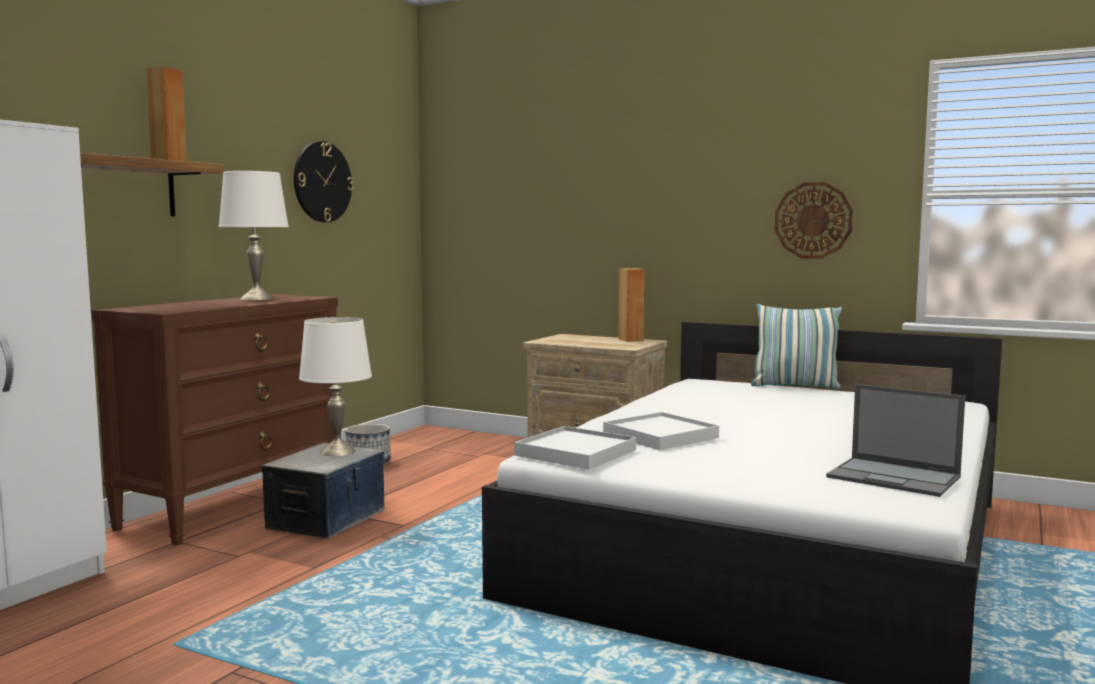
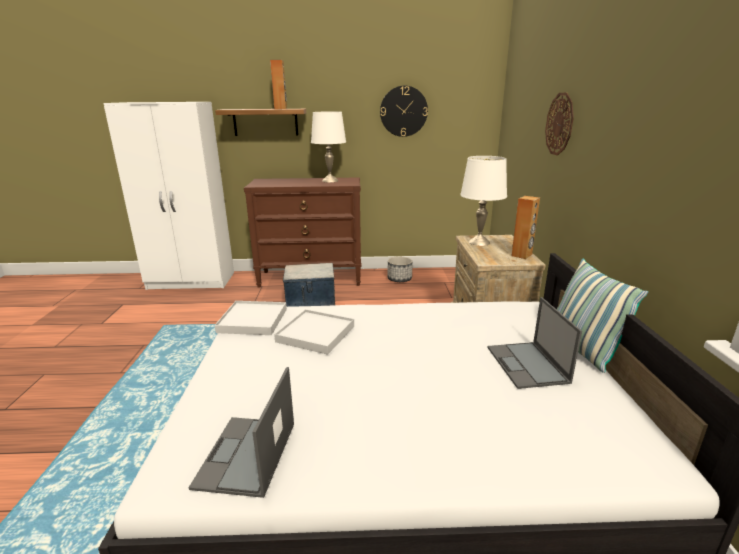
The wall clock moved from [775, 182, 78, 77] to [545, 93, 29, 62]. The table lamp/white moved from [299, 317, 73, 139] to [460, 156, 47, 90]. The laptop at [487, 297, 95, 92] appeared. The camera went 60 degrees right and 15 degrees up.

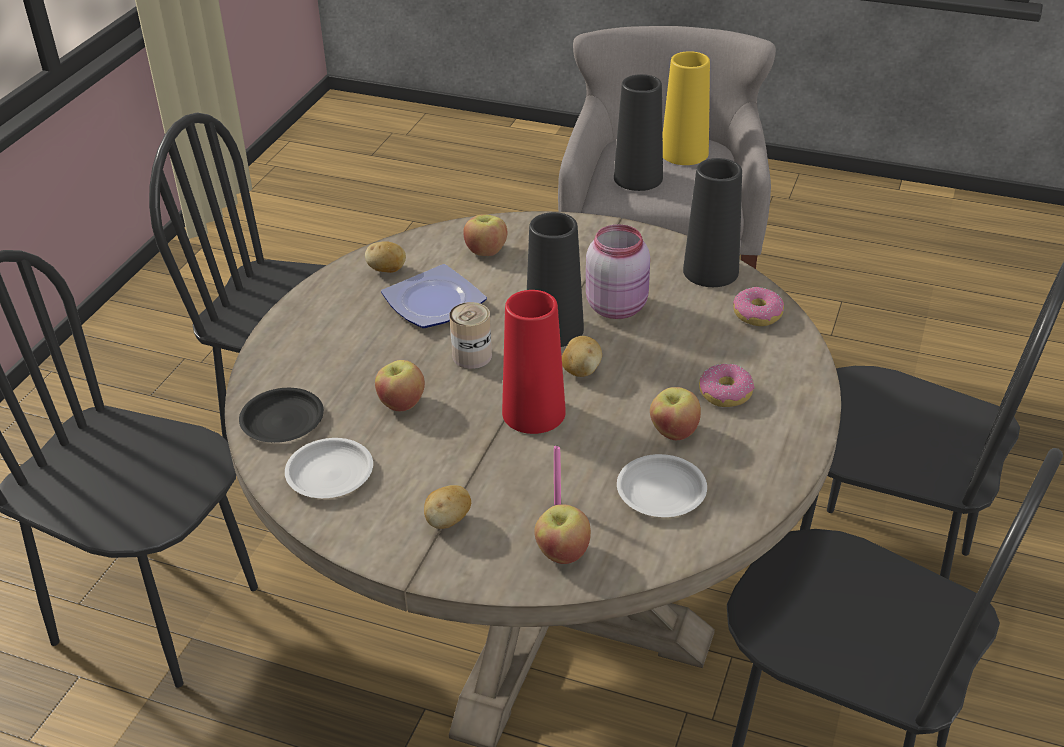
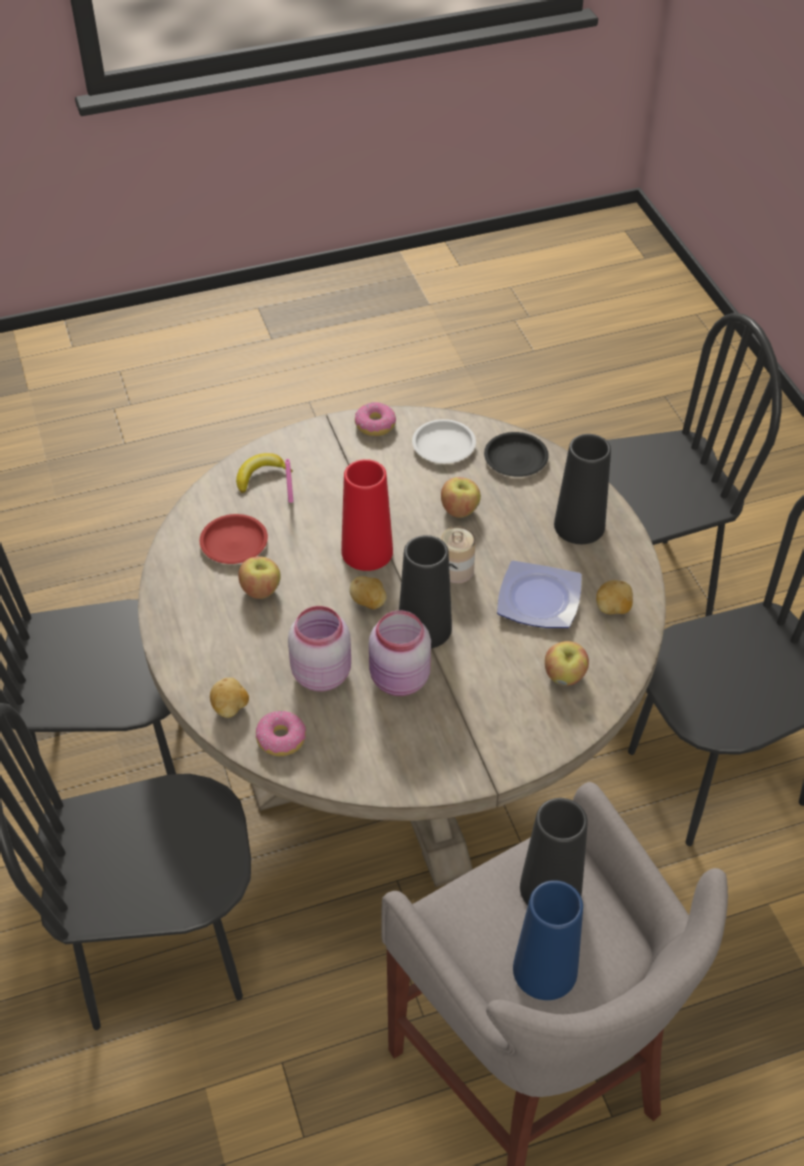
The vase/yellow at [663, 51, 47, 114] became the vase/blue at [513, 880, 70, 120]. The vase/black moved from [683, 158, 59, 129] to [554, 434, 57, 110]. The donut moved from [699, 364, 56, 43] to [355, 402, 41, 34]. The plate/white at [617, 454, 90, 63] became the plate/red at [200, 514, 68, 50]. The potato moved from [424, 485, 47, 44] to [210, 677, 39, 41]. The apple at [534, 504, 57, 60] was replaced by the banana at [236, 453, 57, 40]. The jar/pink at [288, 606, 63, 85] appeared. The camera went 140 degrees right and 10 degrees up.

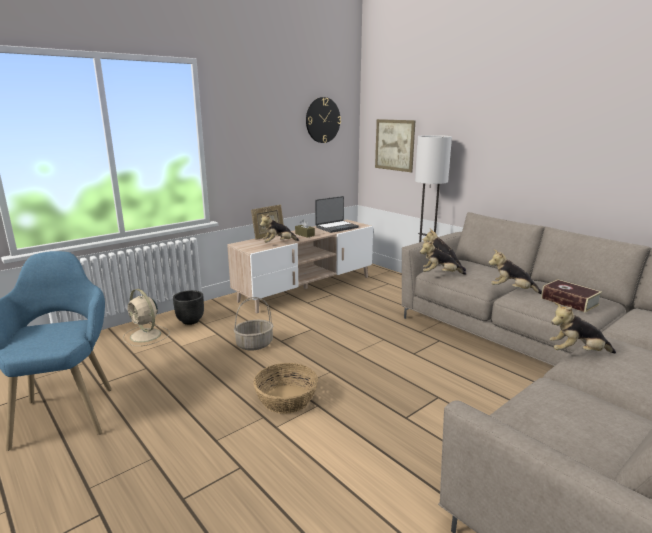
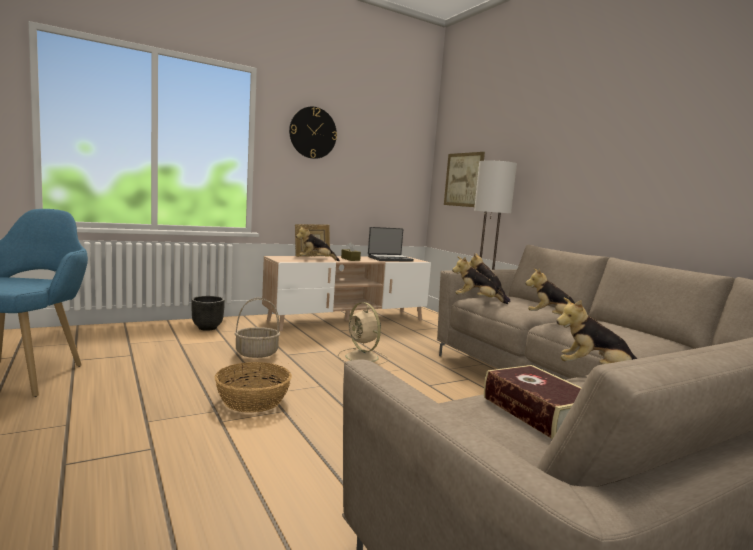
The wall clock moved from [306, 97, 35, 46] to [289, 106, 48, 53]. The book moved from [541, 279, 61, 34] to [484, 365, 98, 74]. The fan/beige moved from [123, 289, 47, 57] to [338, 302, 50, 63]. The camera went 10 degrees right and 10 degrees down.

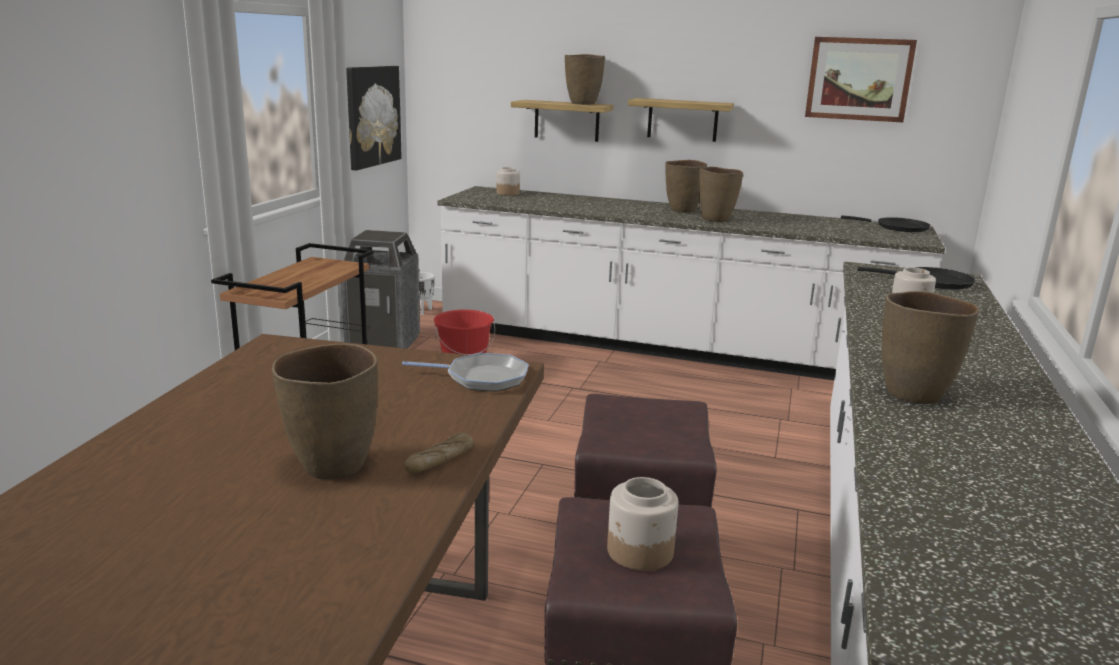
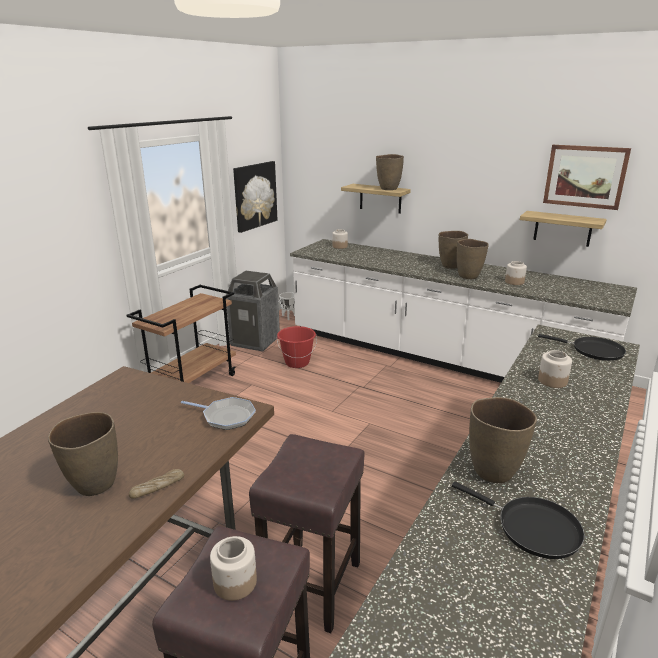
The shelf moved from [628, 98, 106, 44] to [520, 211, 87, 36]. The frying pan/black moved from [841, 216, 89, 16] to [452, 482, 133, 77]. The jar at [505, 261, 22, 24] appeared. The camera went 15 degrees right and 5 degrees up.

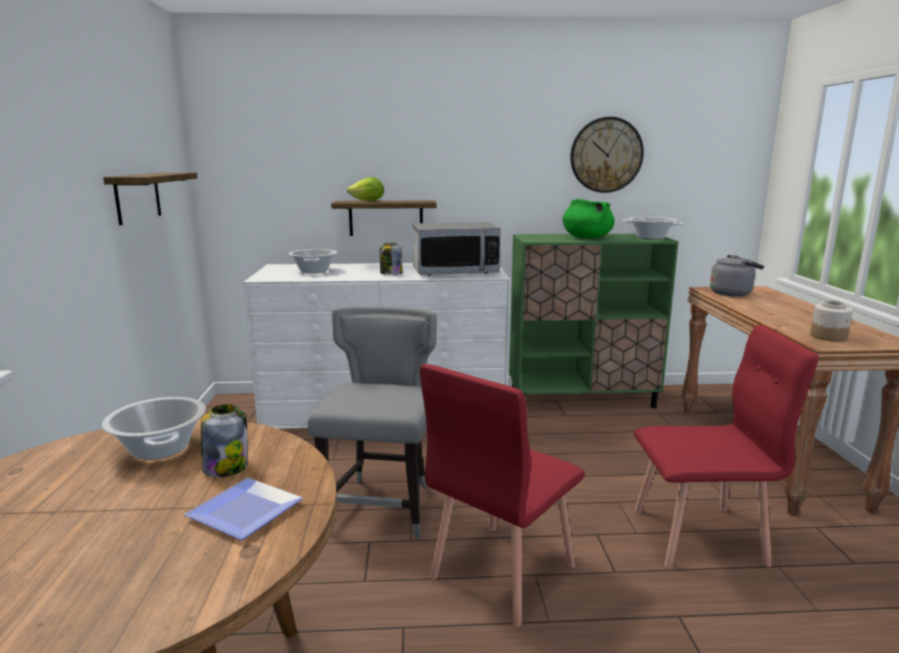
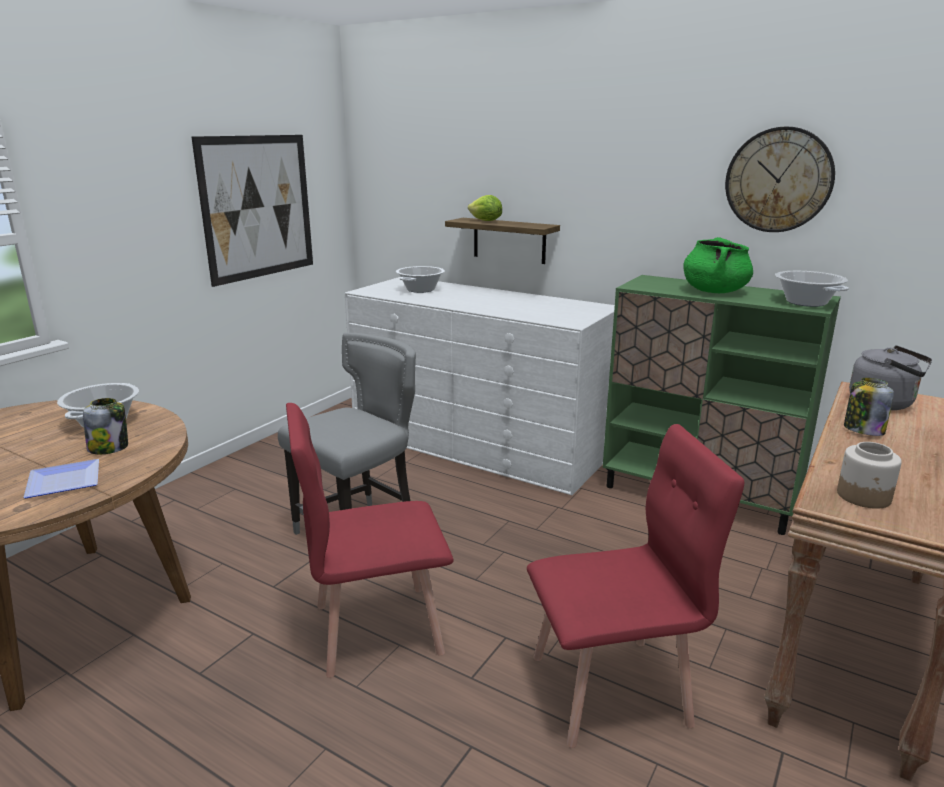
The shelf at [103, 172, 95, 53] was replaced by the picture at [191, 135, 122, 152]. The microwave at [412, 222, 89, 54] disappeared. The jar moved from [380, 243, 22, 32] to [844, 378, 50, 58]. The chair/red at [634, 325, 185, 243] turned 45 degrees counterclockwise. The camera went 35 degrees right and 5 degrees up.

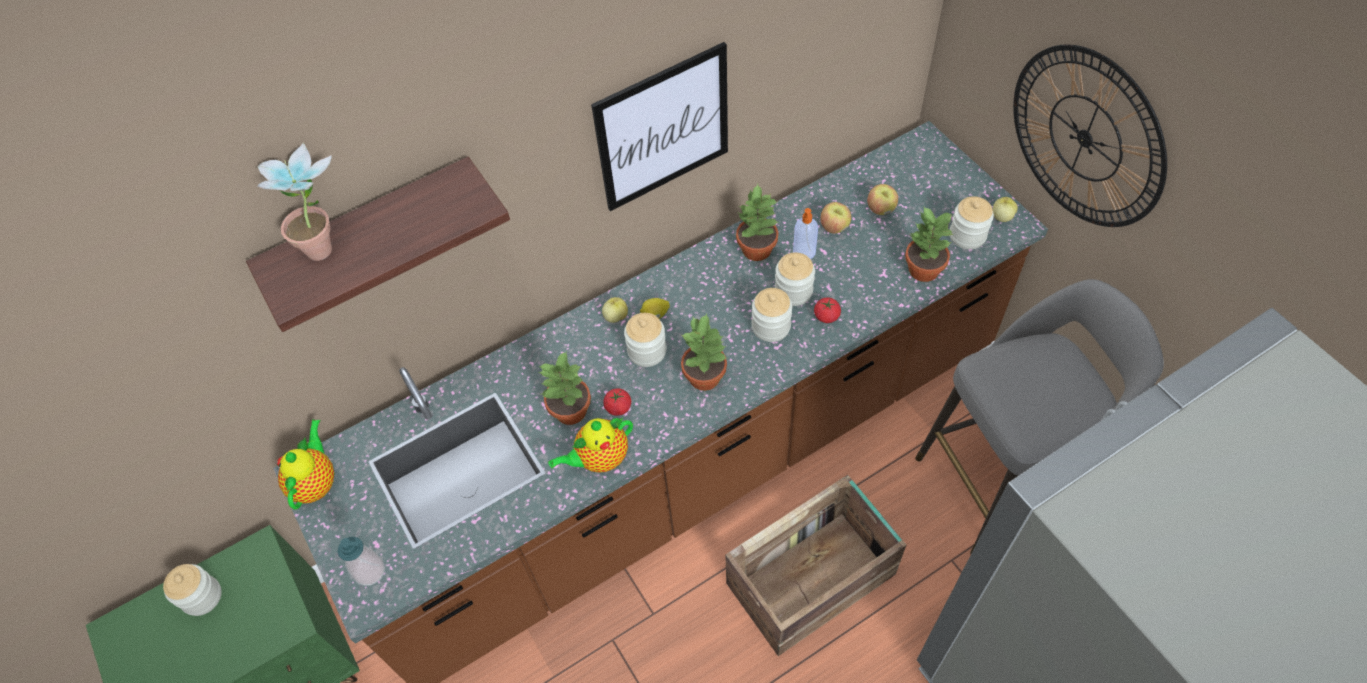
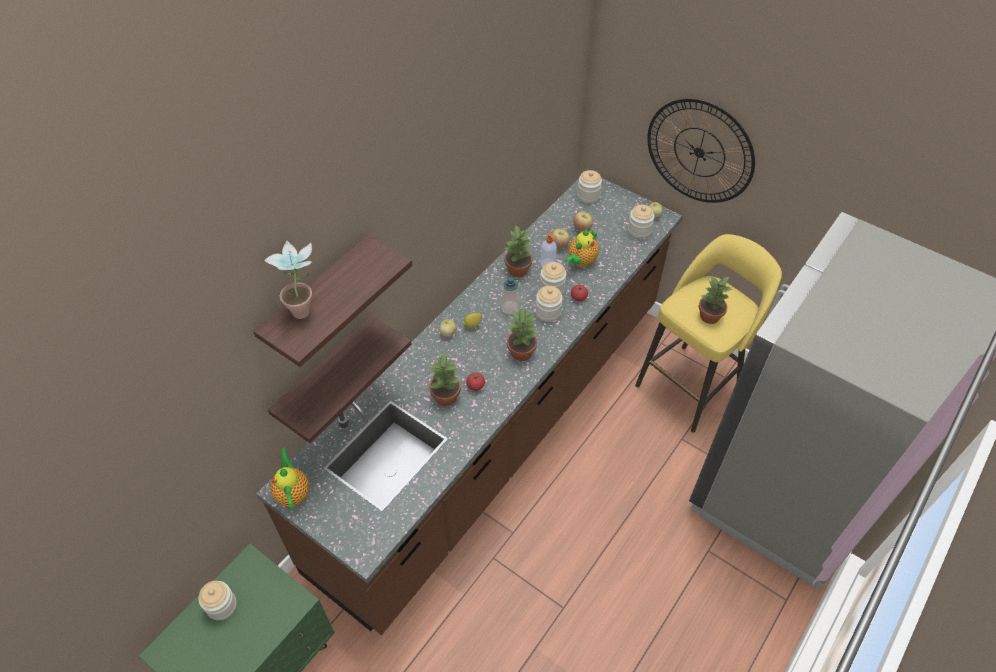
The picture at [591, 42, 137, 169] disappeared. The potted plant moved from [905, 207, 49, 75] to [698, 276, 34, 48]. The stool/grey at [915, 279, 249, 275] became the stool/yellow at [635, 234, 147, 198]. The jar moved from [624, 313, 43, 54] to [577, 170, 25, 33]. The teapot moved from [548, 418, 85, 55] to [565, 230, 34, 37]. The crate at [725, 475, 181, 181] disappeared. The soap dispenser moved from [338, 537, 47, 49] to [501, 277, 19, 38]. The shelf at [268, 315, 144, 128] appeared. The camera went 25 degrees left and 5 degrees down.

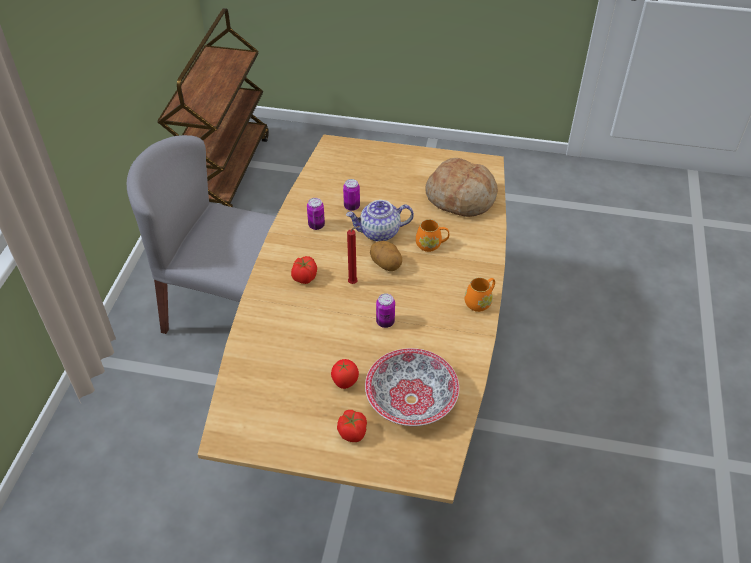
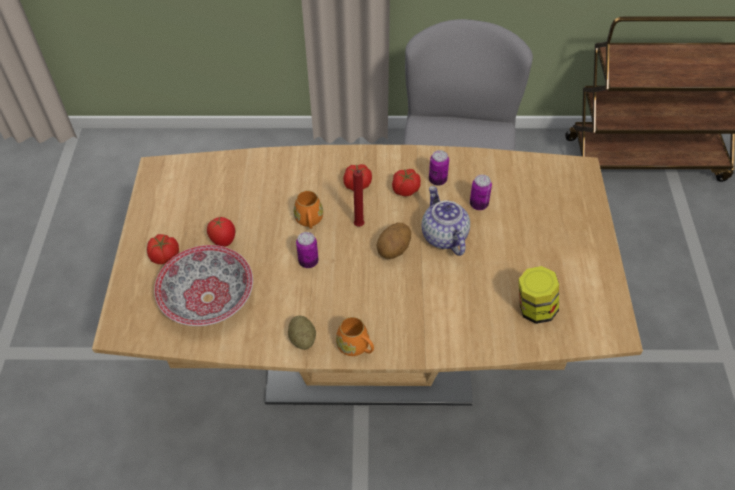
The bread at [425, 158, 73, 59] was replaced by the jar at [518, 266, 41, 58]. The mug/orange moved from [416, 219, 33, 33] to [294, 191, 29, 38]. The tomato at [392, 169, 29, 27] appeared. The potato at [288, 315, 28, 35] appeared. The camera went 80 degrees right and 5 degrees up.

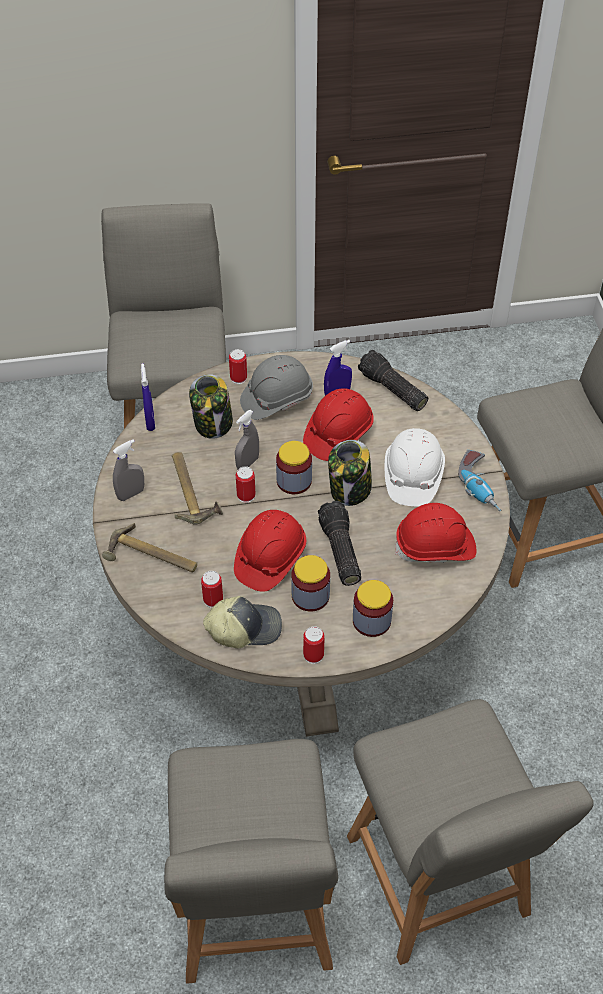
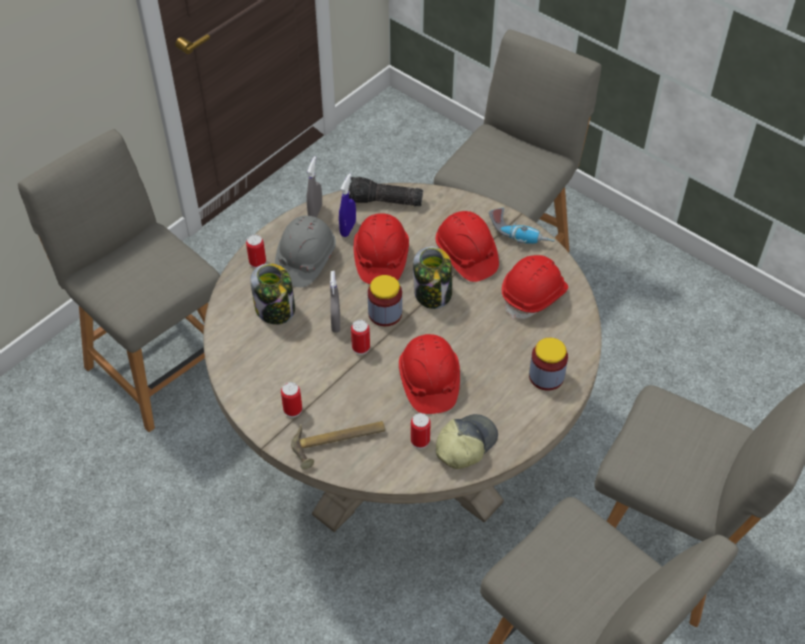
The spray bottle/blue at [141, 364, 14, 67] disappeared. The hard hat/white at [385, 428, 60, 79] became the hard hat/red at [436, 211, 63, 71]. The spray bottle/grey moved from [113, 439, 31, 62] to [307, 156, 15, 61]. The hammer at [172, 452, 51, 73] disappeared. The flashlight at [318, 501, 43, 85] disappeared. The jar at [291, 555, 39, 56] disappeared. The can moved from [303, 626, 22, 38] to [281, 382, 21, 36]. The camera went 40 degrees left and 0 degrees up.

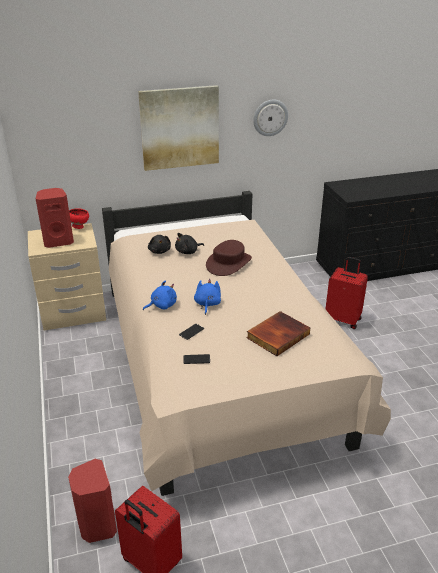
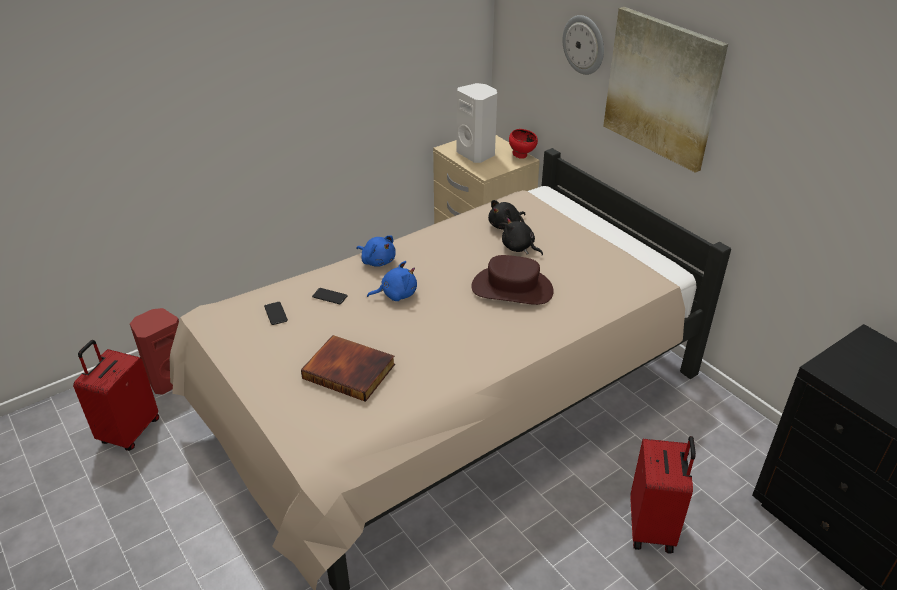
The wall clock moved from [253, 100, 35, 36] to [563, 15, 41, 60]. The speaker/red at [36, 188, 38, 60] became the speaker/white at [456, 83, 41, 80]. The camera went 70 degrees right and 5 degrees up.

